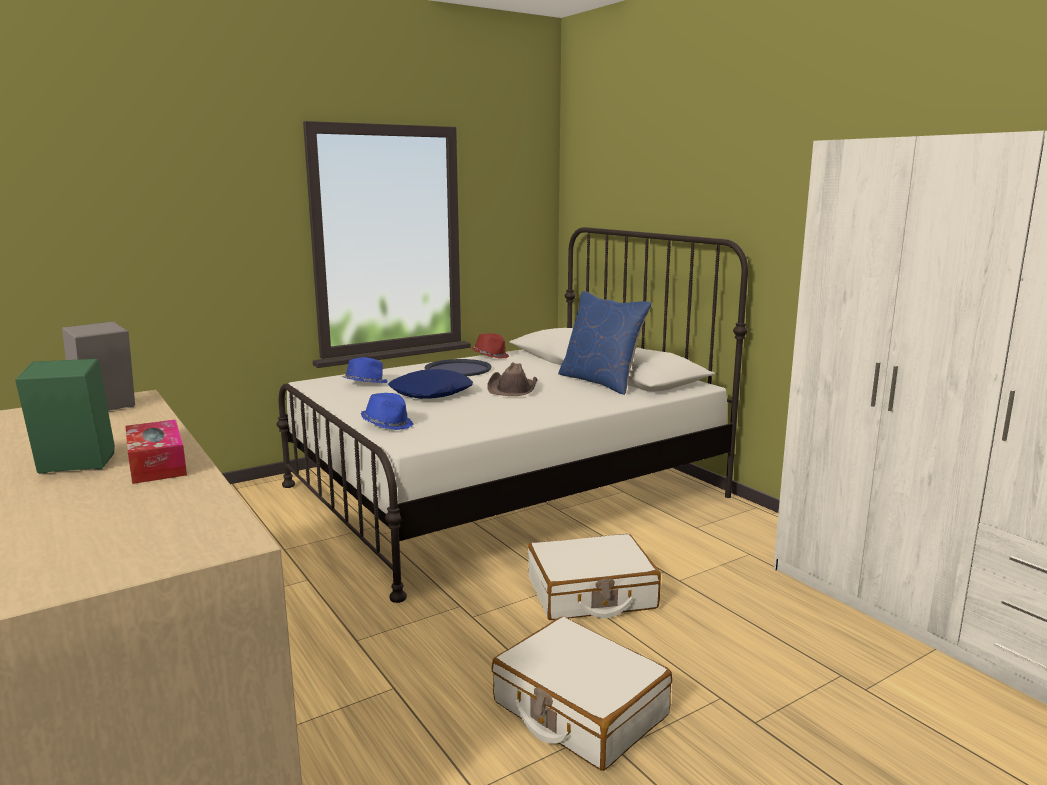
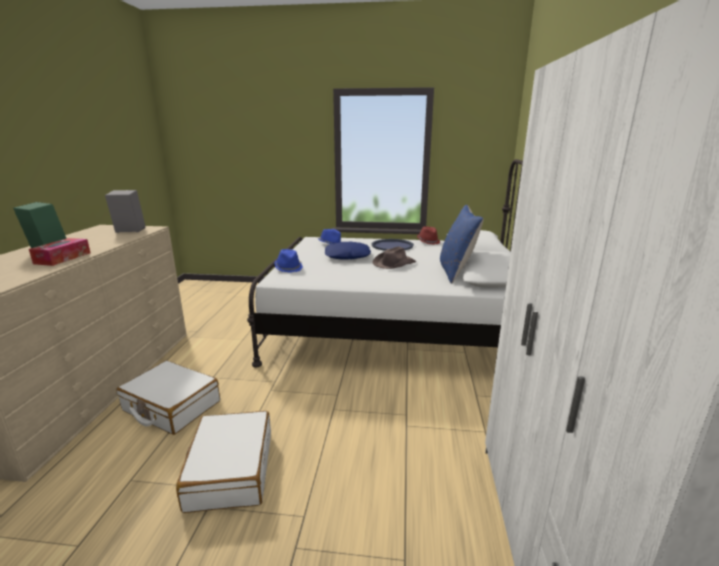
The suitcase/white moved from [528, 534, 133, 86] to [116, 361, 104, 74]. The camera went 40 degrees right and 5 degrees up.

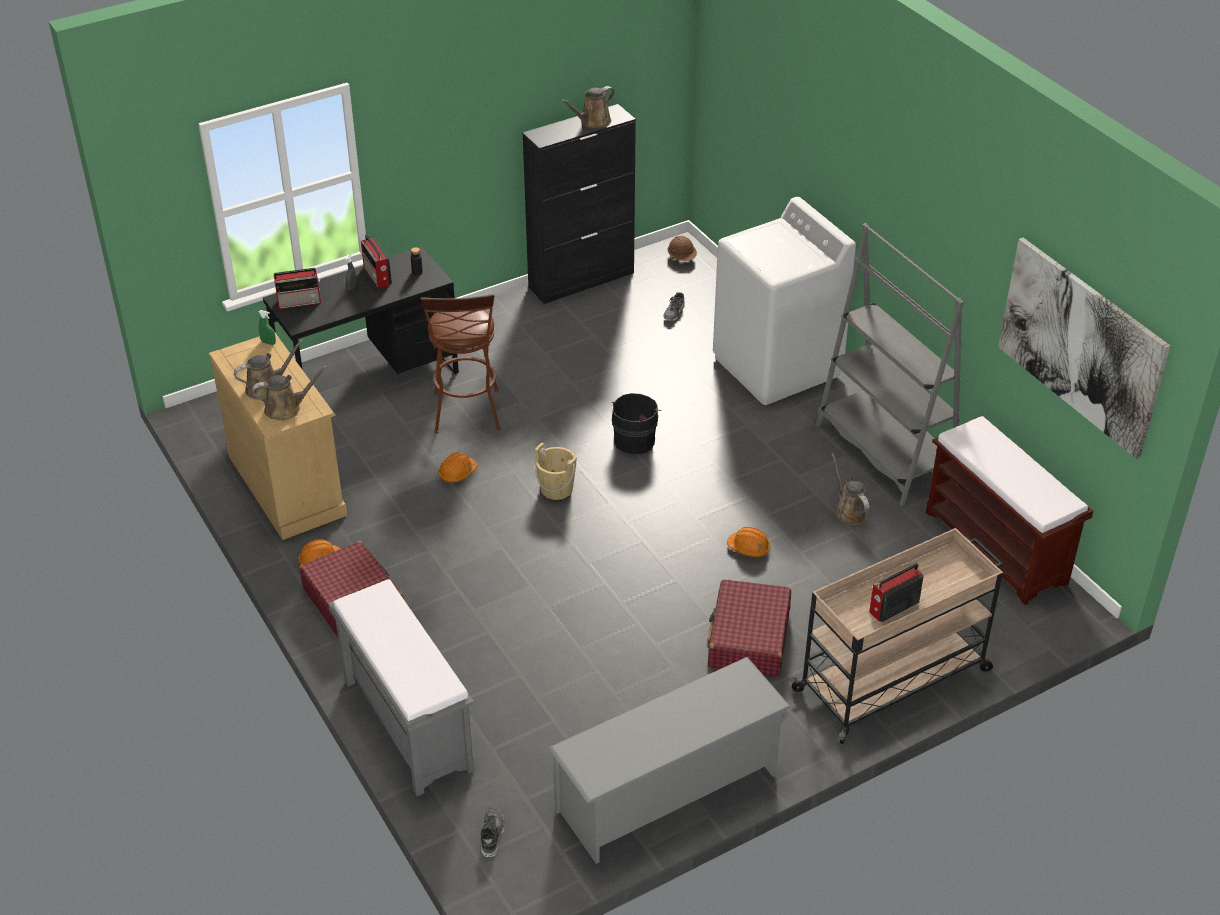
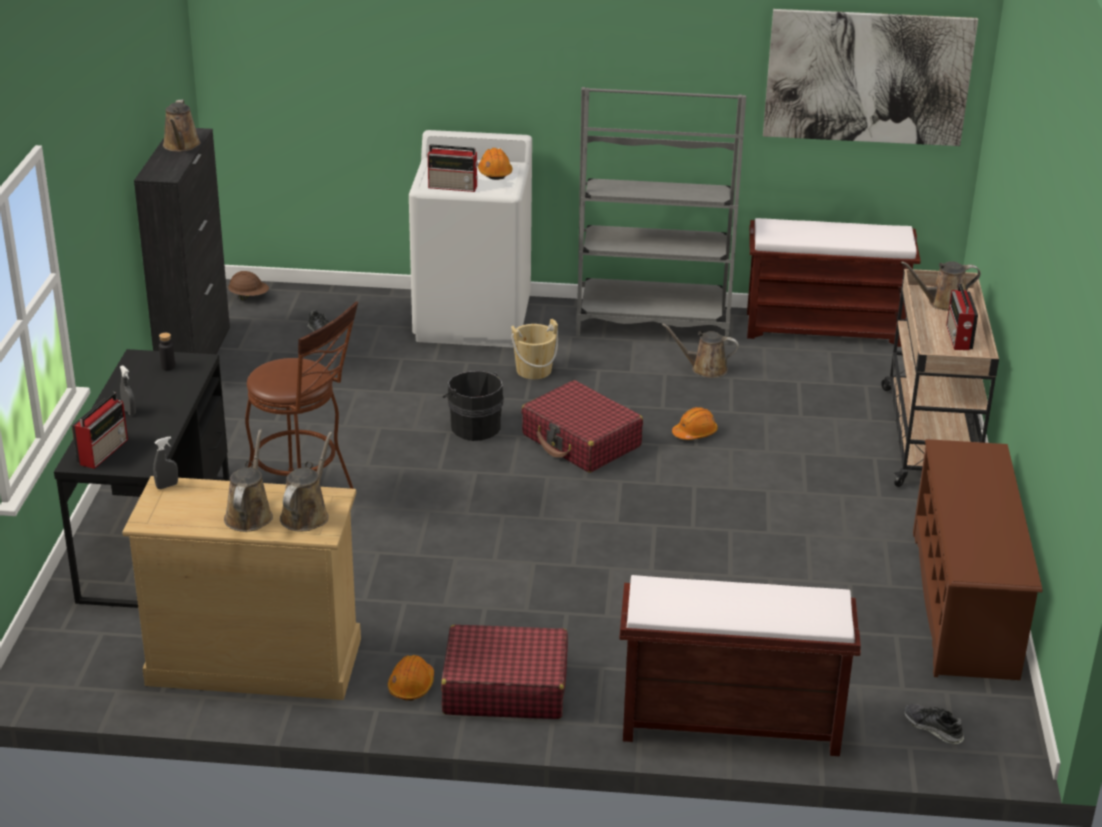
The radio moved from [361, 234, 31, 55] to [428, 144, 51, 48]. The spray bottle/green at [259, 310, 17, 35] became the spray bottle/grey at [153, 436, 25, 53]. The bucket/beige moved from [535, 442, 42, 58] to [511, 319, 47, 60]. The hard hat/orange moved from [438, 452, 39, 31] to [478, 148, 34, 32]. The bench/grey at [328, 579, 147, 217] became the bench/brown at [619, 575, 242, 181]. The suitcase/red moved from [708, 579, 83, 98] to [521, 380, 122, 93]. The shoe rack/grey at [548, 657, 243, 207] became the shoe rack/brown at [913, 439, 129, 241]. The watering can/brown at [901, 261, 80, 50] appeared. The camera went 55 degrees left and 10 degrees down.

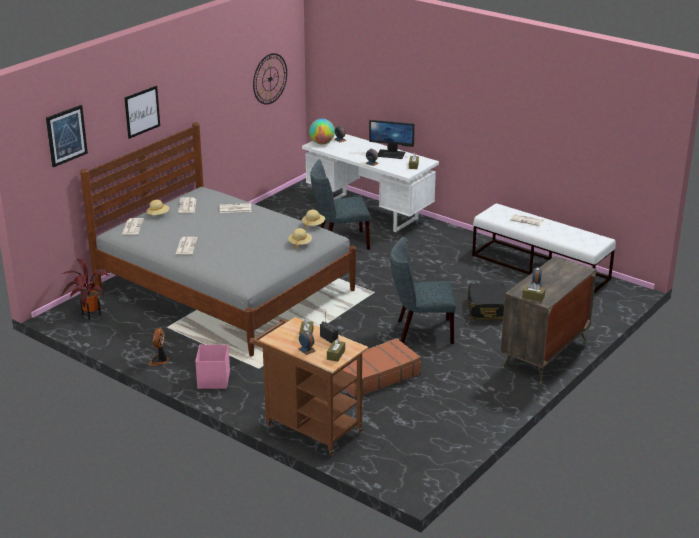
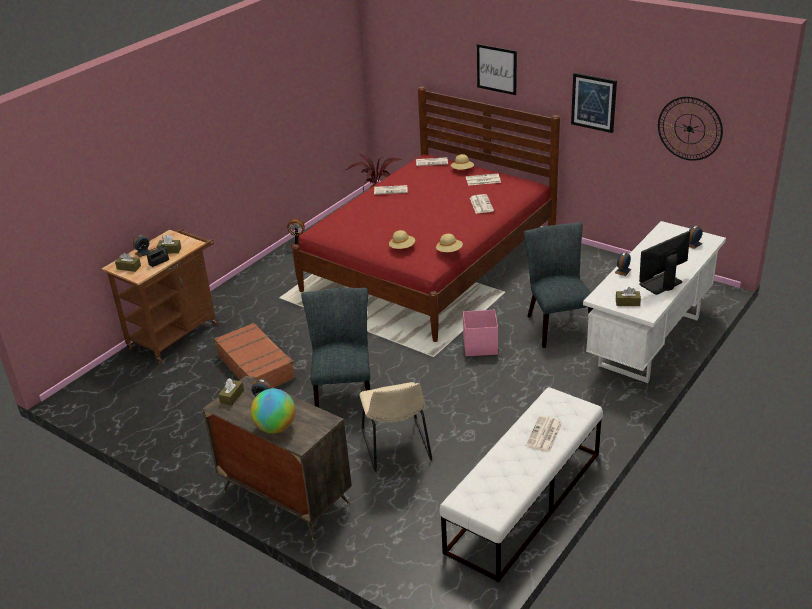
The picture moved from [46, 105, 42, 62] to [571, 73, 46, 60]. The globe moved from [309, 119, 26, 25] to [250, 388, 46, 45]. The monitor at [369, 120, 46, 39] turned 45 degrees clockwise. The bed/grey at [80, 122, 276, 235] became the bed/red at [292, 86, 268, 256]. The suitcase/black at [467, 283, 40, 37] was replaced by the chair/beige at [359, 382, 73, 90]. The storage box/pink moved from [195, 345, 35, 44] to [463, 310, 35, 46]. The camera went 90 degrees right and 5 degrees up.

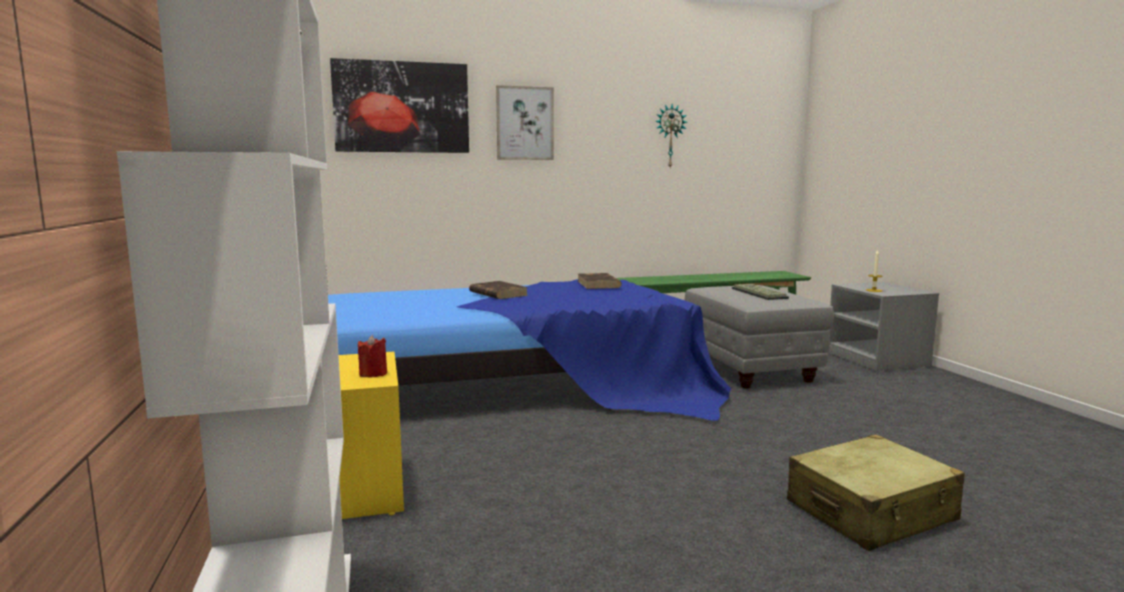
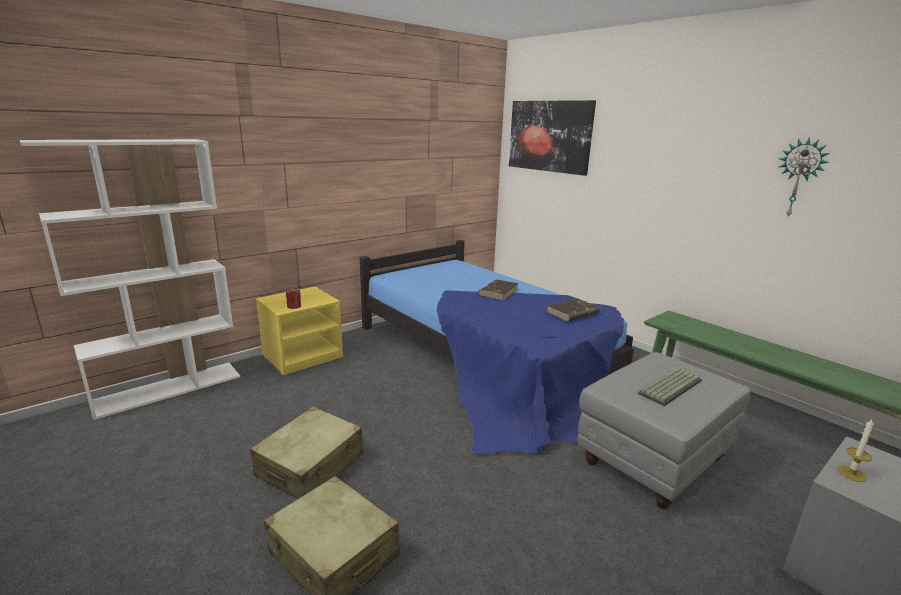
The picture at [496, 85, 58, 75] disappeared. The suitcase/beige at [250, 407, 113, 92] appeared. The camera went 65 degrees right and 10 degrees up.

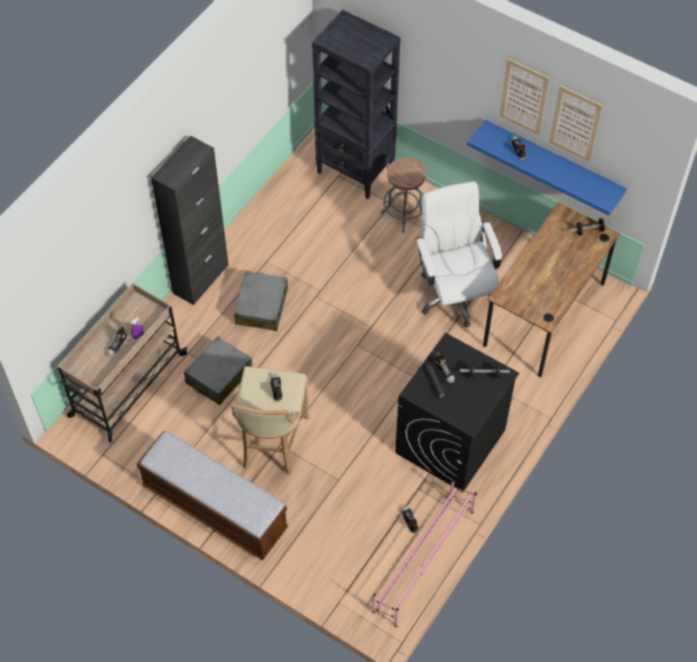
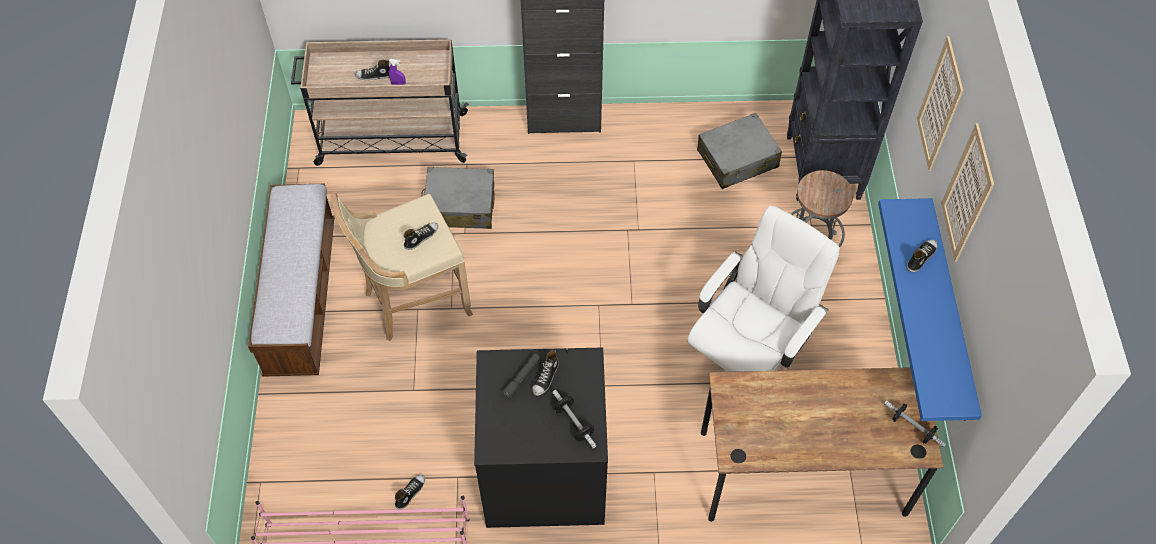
The picture moved from [549, 85, 54, 77] to [917, 36, 46, 135]. The suitcase/grey moved from [234, 271, 54, 60] to [697, 113, 85, 76]. The camera went 55 degrees right and 0 degrees up.

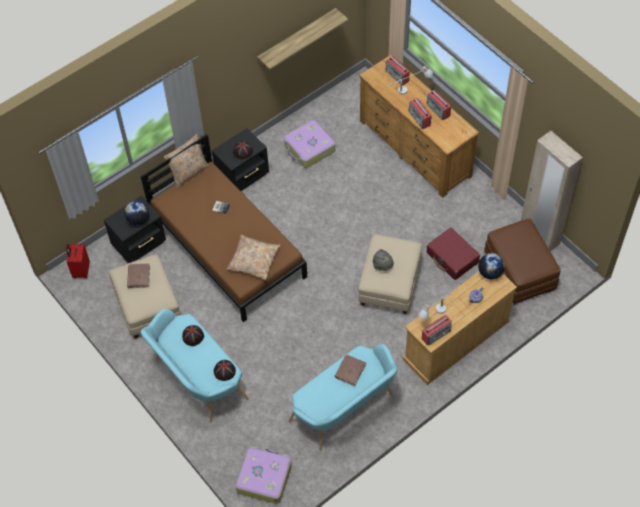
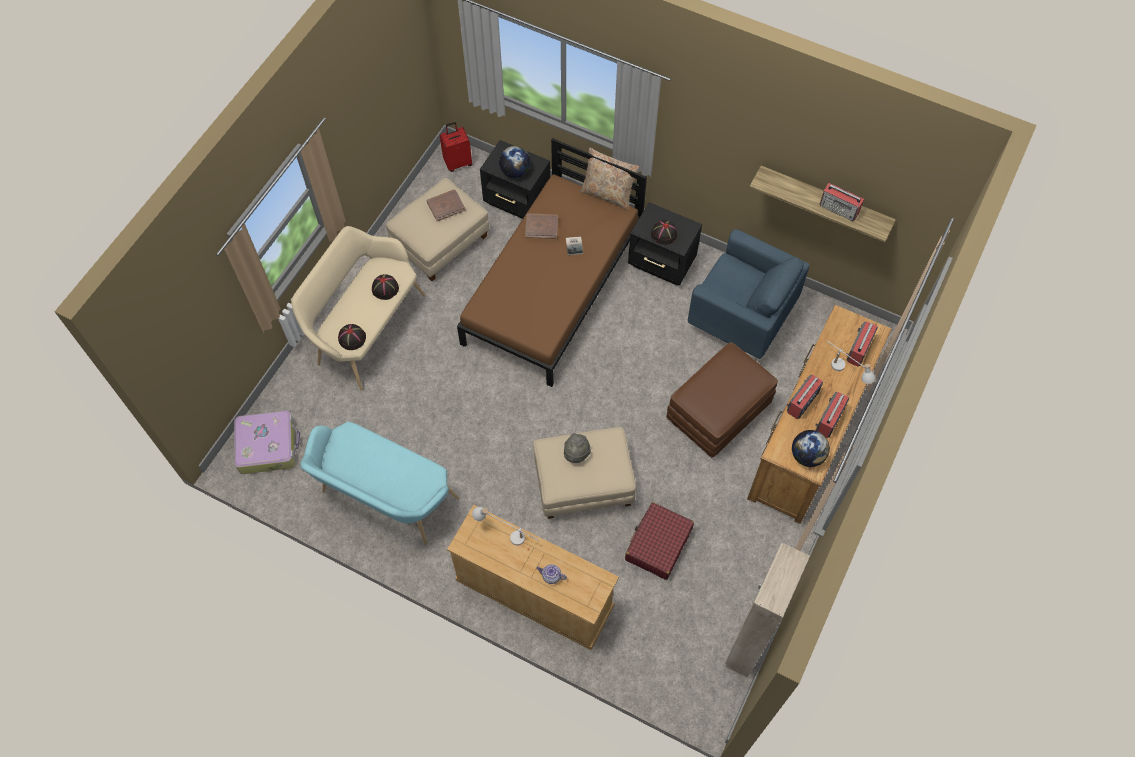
The suitcase at [284, 120, 51, 48] was replaced by the armchair/blue at [688, 229, 122, 130]. The ottoman/brown moved from [484, 218, 77, 87] to [666, 342, 112, 116]. The pillow/beige at [226, 235, 54, 45] disappeared. The globe moved from [478, 253, 27, 26] to [792, 430, 38, 37]. The bench/turquoise at [140, 309, 109, 114] became the bench/beige at [291, 226, 135, 164]. The radio moved from [422, 315, 30, 30] to [820, 183, 44, 38]. The book/brown moved from [335, 355, 31, 31] to [525, 213, 33, 26]. The camera went 65 degrees right and 5 degrees up.

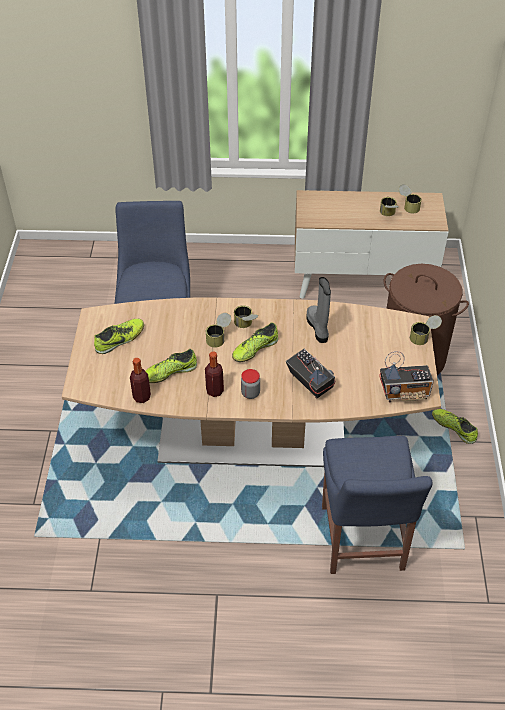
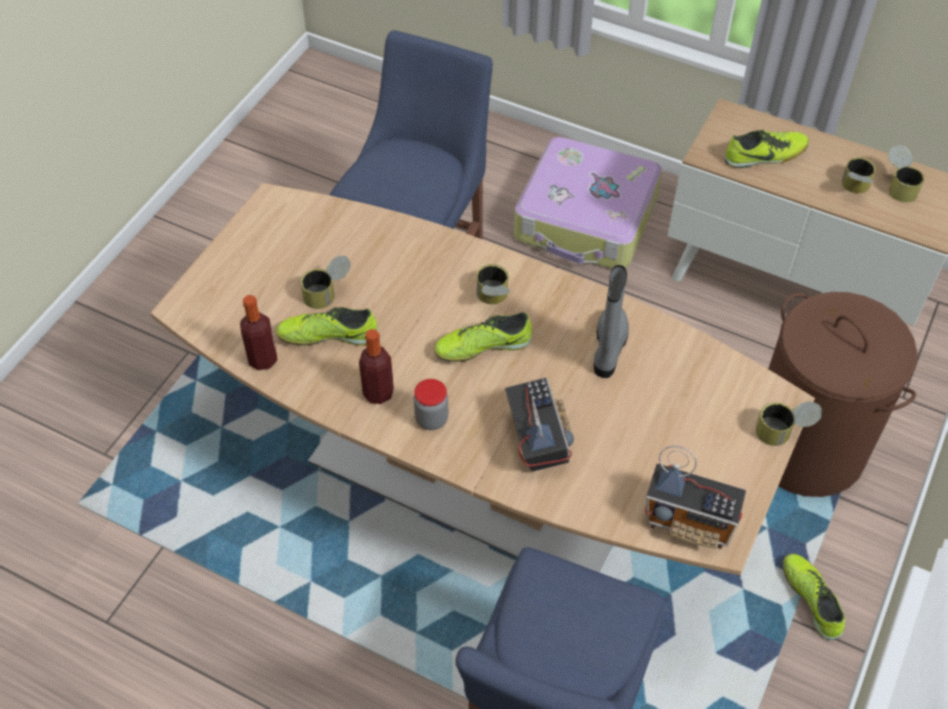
The can moved from [206, 313, 25, 35] to [300, 256, 51, 53]. The shoe moved from [94, 319, 50, 35] to [725, 130, 84, 38]. The suitcase at [514, 137, 148, 132] appeared. The camera went 25 degrees right and 5 degrees up.

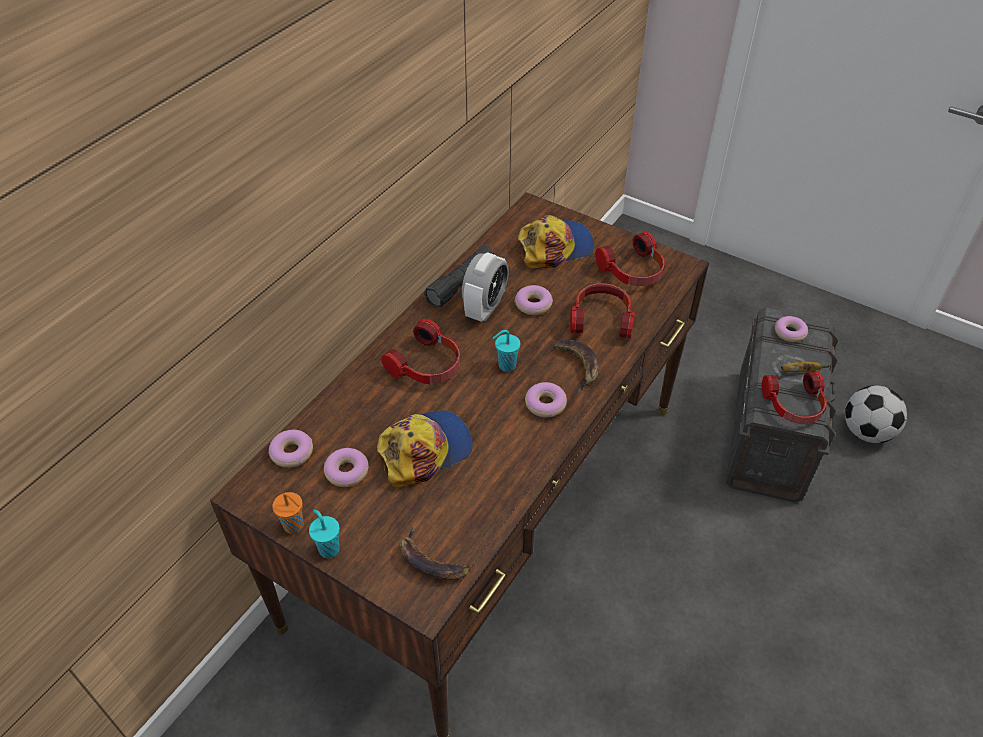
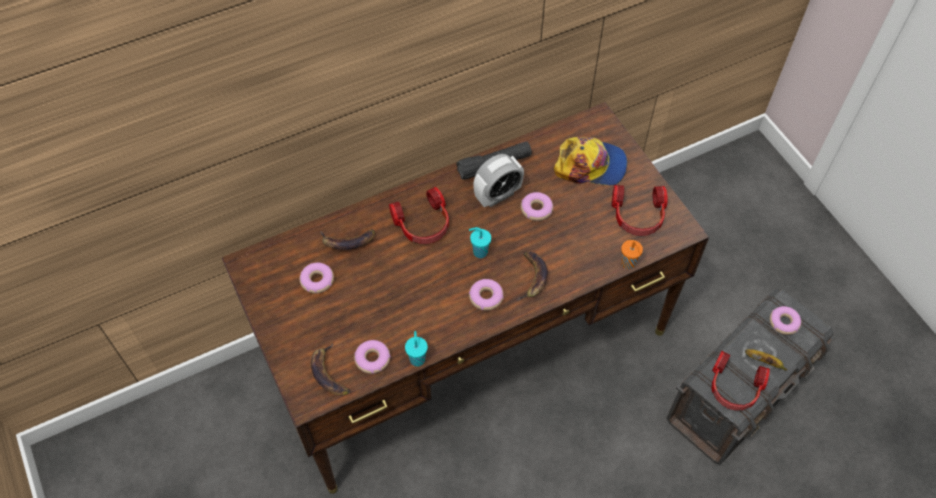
The headphones at [570, 283, 65, 56] disappeared. The football at [845, 385, 62, 58] disappeared. The cap at [377, 410, 96, 77] disappeared. The donut moved from [268, 430, 45, 38] to [354, 340, 37, 34]. The cup/orange moved from [272, 492, 32, 42] to [621, 240, 22, 29]. The cup/turquoise moved from [309, 510, 31, 48] to [405, 331, 23, 36]. The banana at [320, 229, 55, 21] appeared. The camera went 30 degrees right and 10 degrees up.

